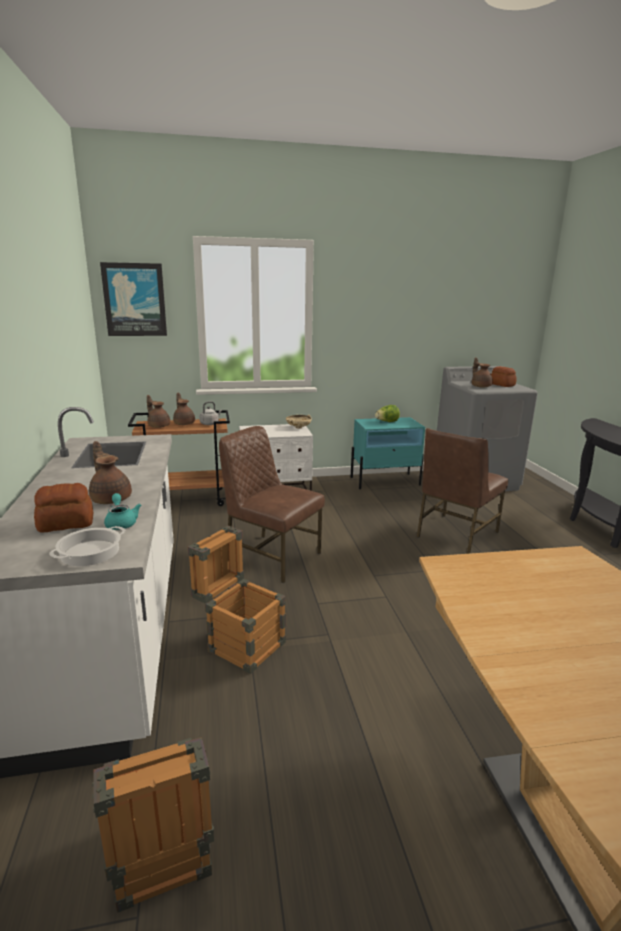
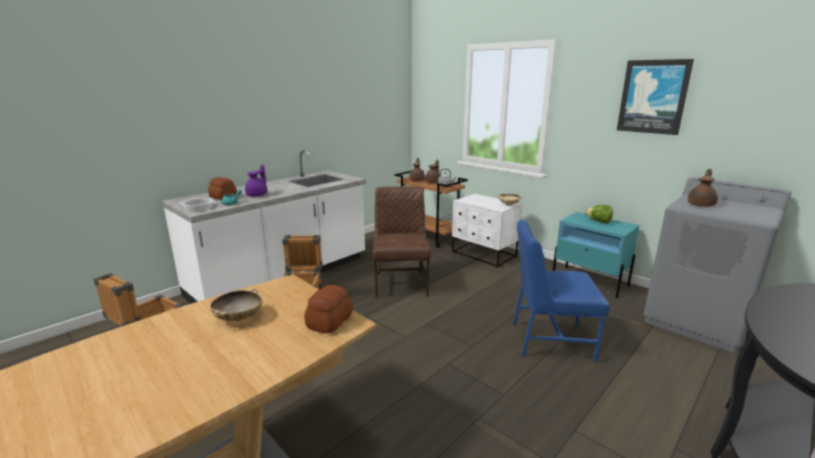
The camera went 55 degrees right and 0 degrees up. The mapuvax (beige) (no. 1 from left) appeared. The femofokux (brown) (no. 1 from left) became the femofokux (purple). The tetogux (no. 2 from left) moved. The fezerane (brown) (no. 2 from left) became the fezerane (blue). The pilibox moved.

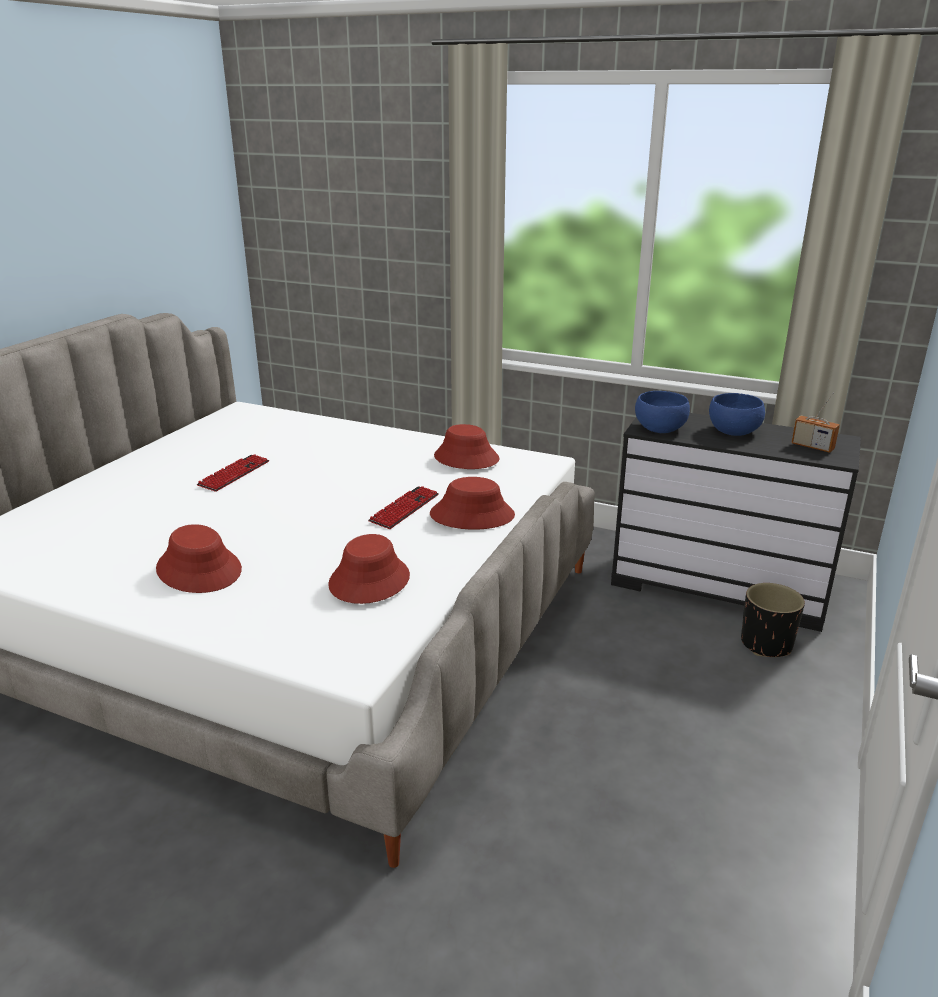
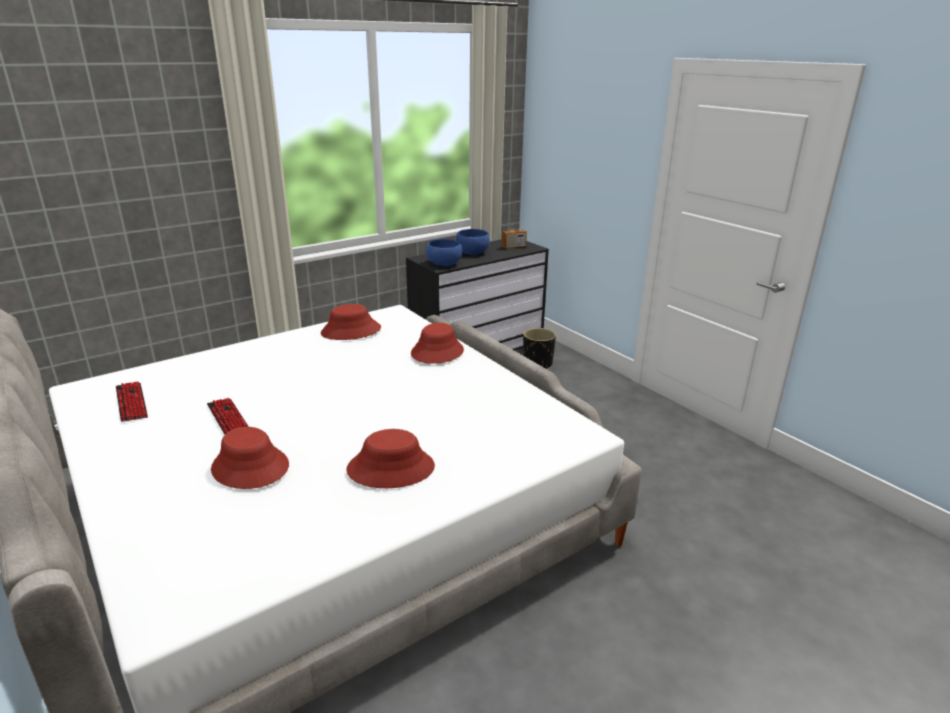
The camera went 60 degrees left and 0 degrees up. The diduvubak (no. 2 from left in the first image) moved. The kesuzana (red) (no. 2 from left in the first image) moved.

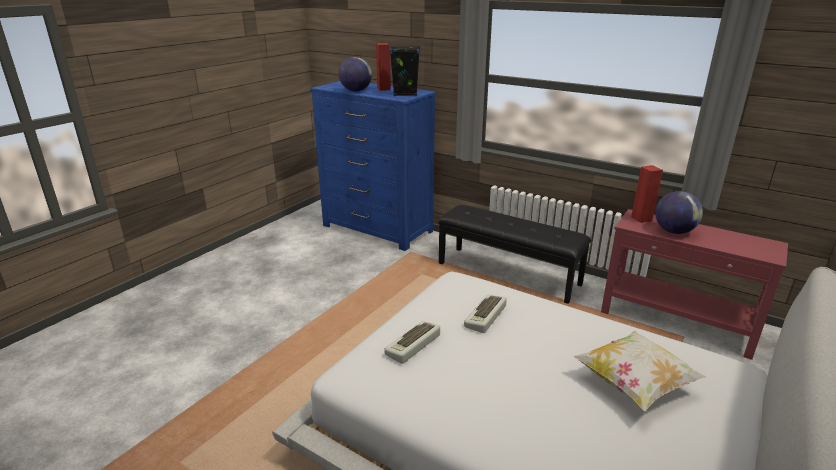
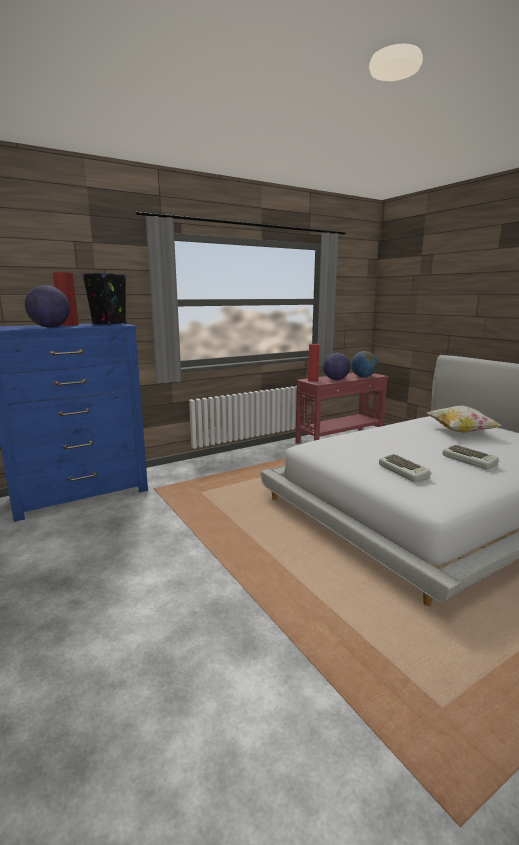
The camera went 65 degrees left and 10 degrees down. The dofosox (no. 3 from left) appeared. The diduvubak (no. 2 from left) moved. The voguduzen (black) disappeared.

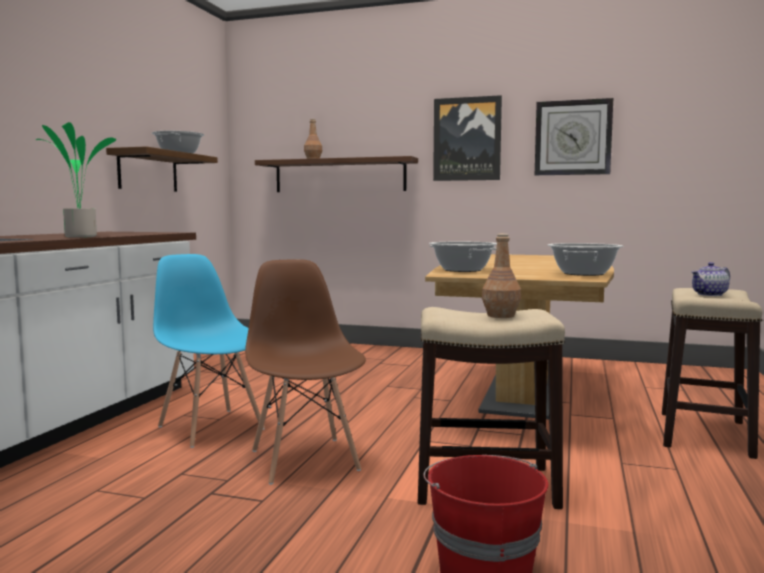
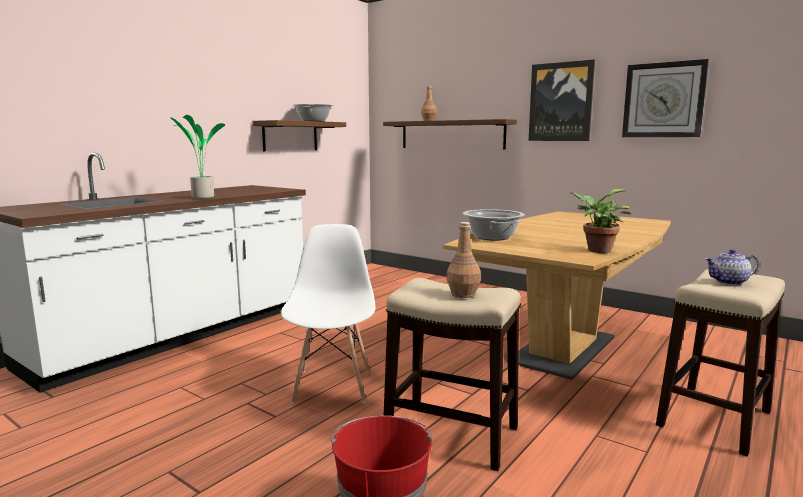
The camera went 20 degrees right and 5 degrees up. The fezerane (brown) became the fezerane (white). The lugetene (no. 3 from left) was replaced by the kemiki (no. 2 from left). The fezerane (blue) disappeared.

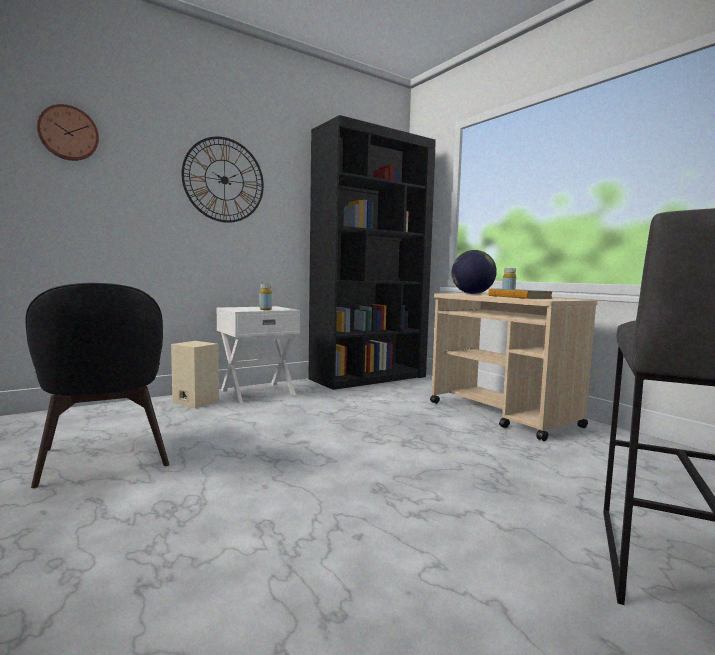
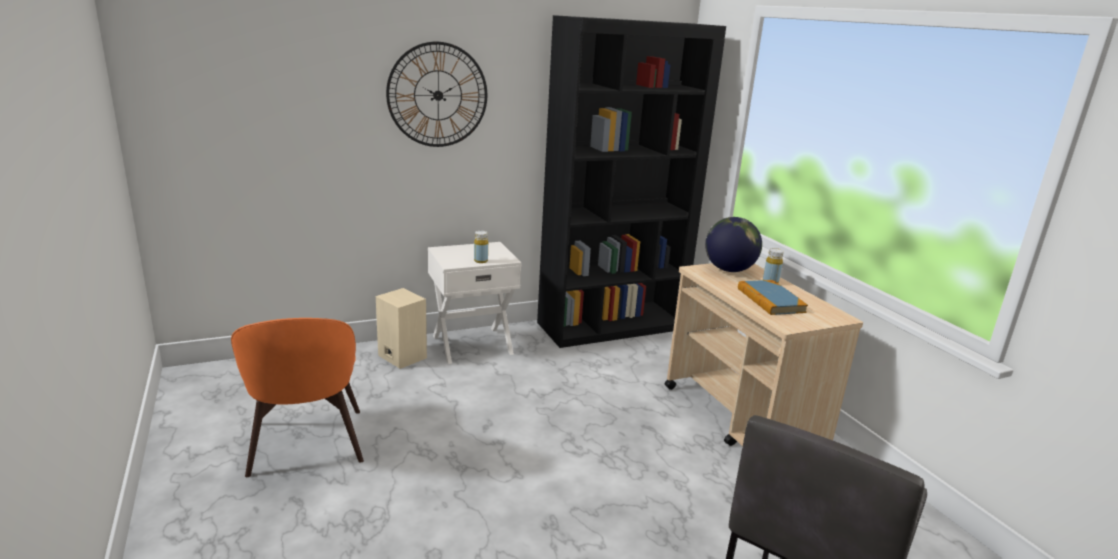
The camera went 10 degrees right and 15 degrees up. The fezerane (black) became the fezerane (orange). The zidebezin (no. 1 from left) disappeared.

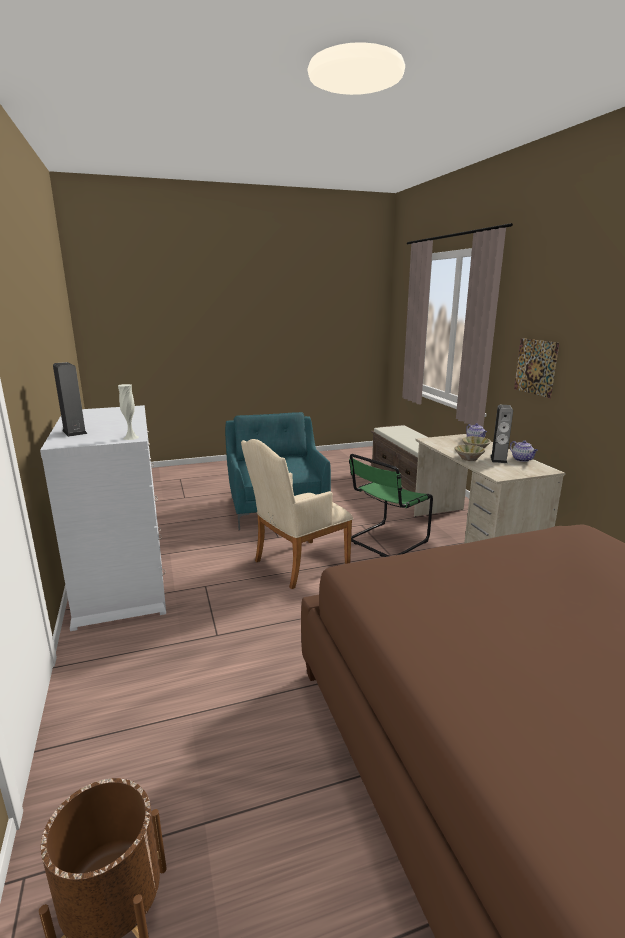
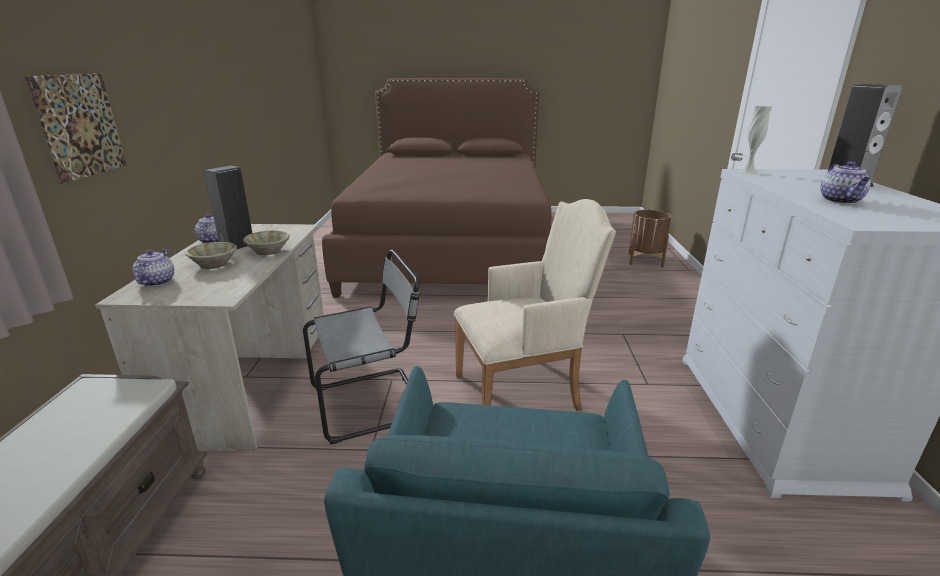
The camera went 160 degrees left and 5 degrees up. The fezerane (green) became the fezerane (grey). The femofokux (no. 3 from left) appeared.

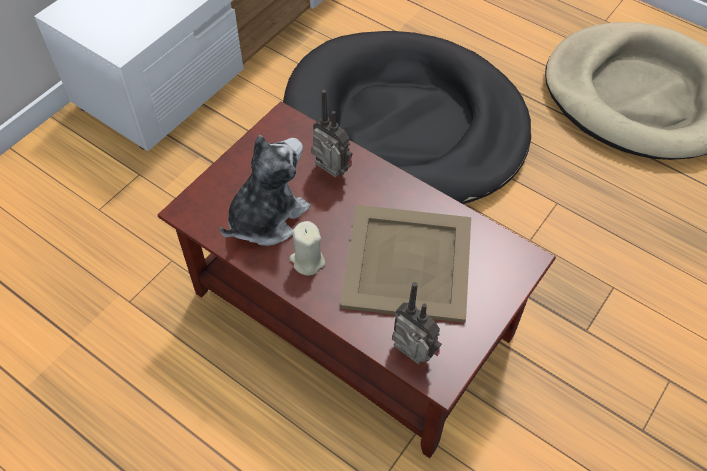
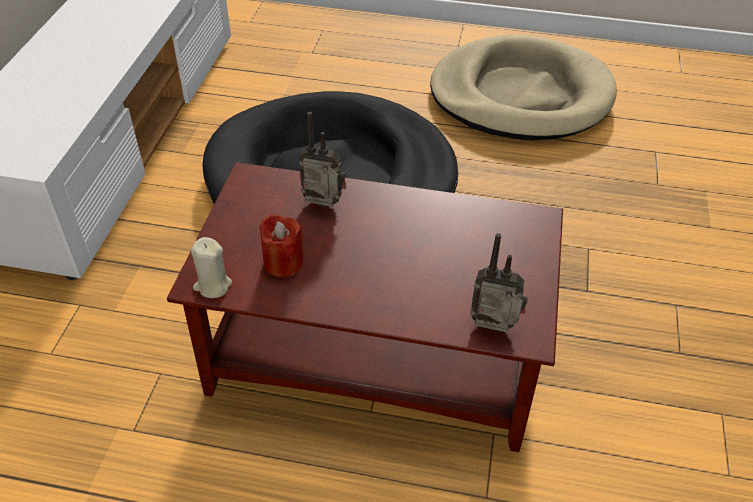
The camera went 25 degrees left and 10 degrees down. The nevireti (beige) moved. The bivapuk was replaced by the nevireti (red). The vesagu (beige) disappeared.

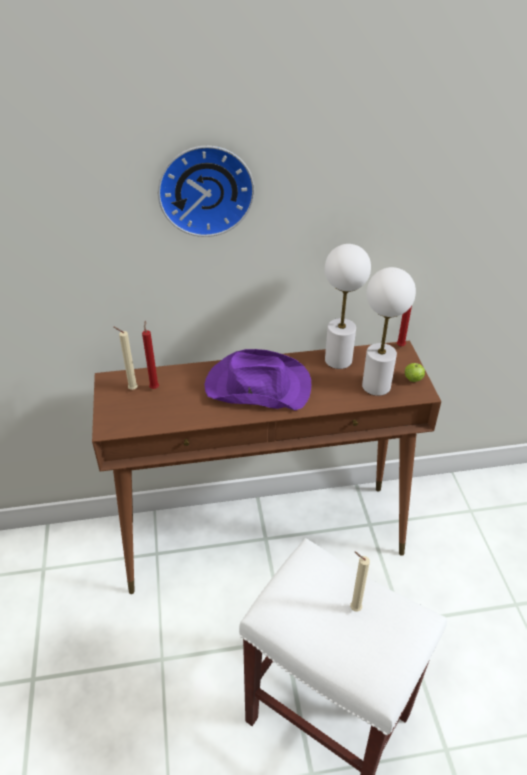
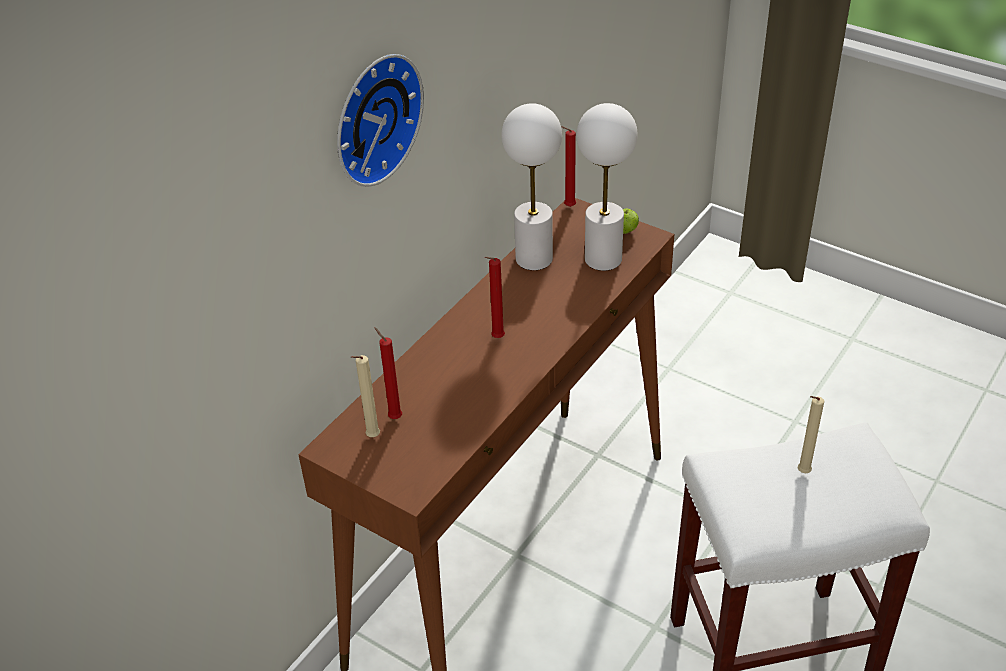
The camera went 45 degrees left and 0 degrees up. The kesuzana (purple) was replaced by the nevireti (red) (no. 2 from left).

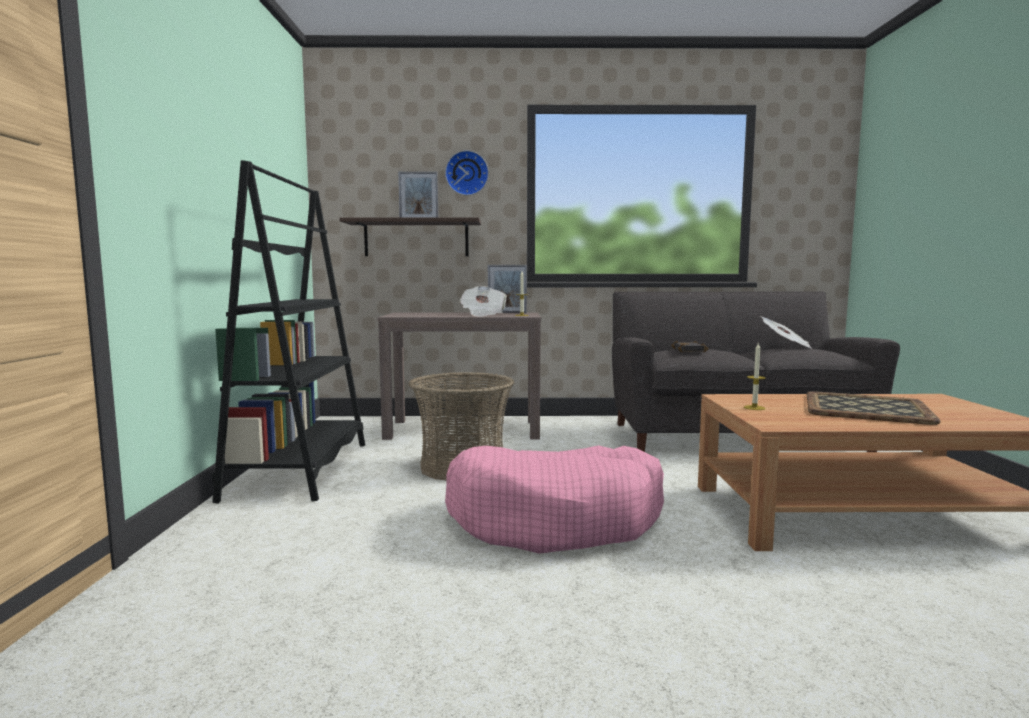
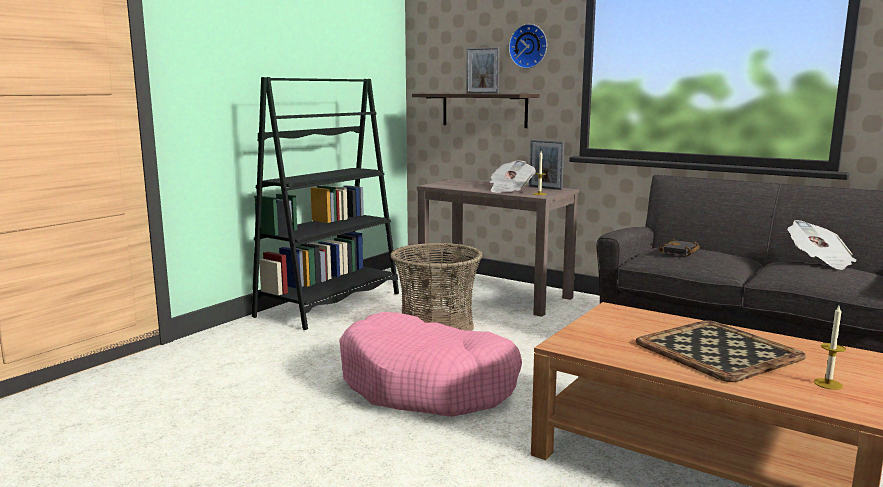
The camera went 35 degrees right and 5 degrees up. The nevireti (no. 2 from left) moved.

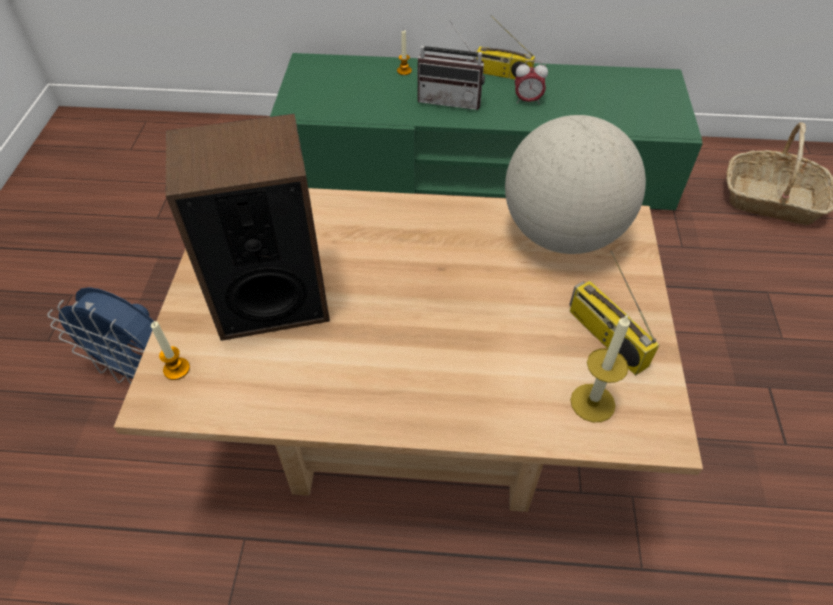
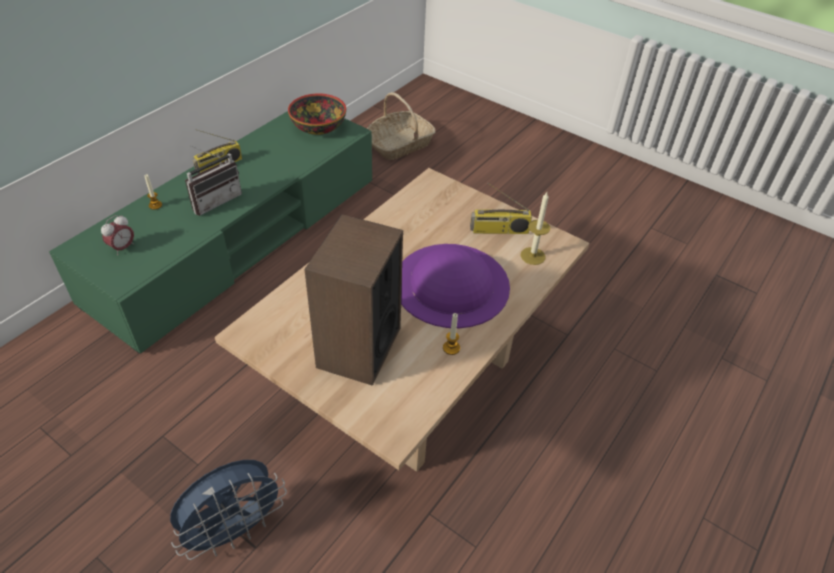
The camera went 60 degrees left and 5 degrees down. The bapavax moved. The mapuvax appeared. The kesuzana (purple) appeared. The nevireti (no. 1 from left in the first image) moved. The dofosox disappeared.

